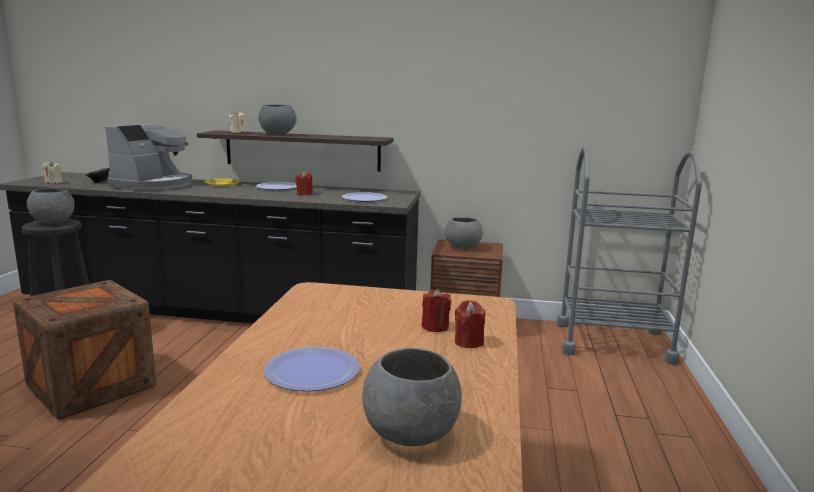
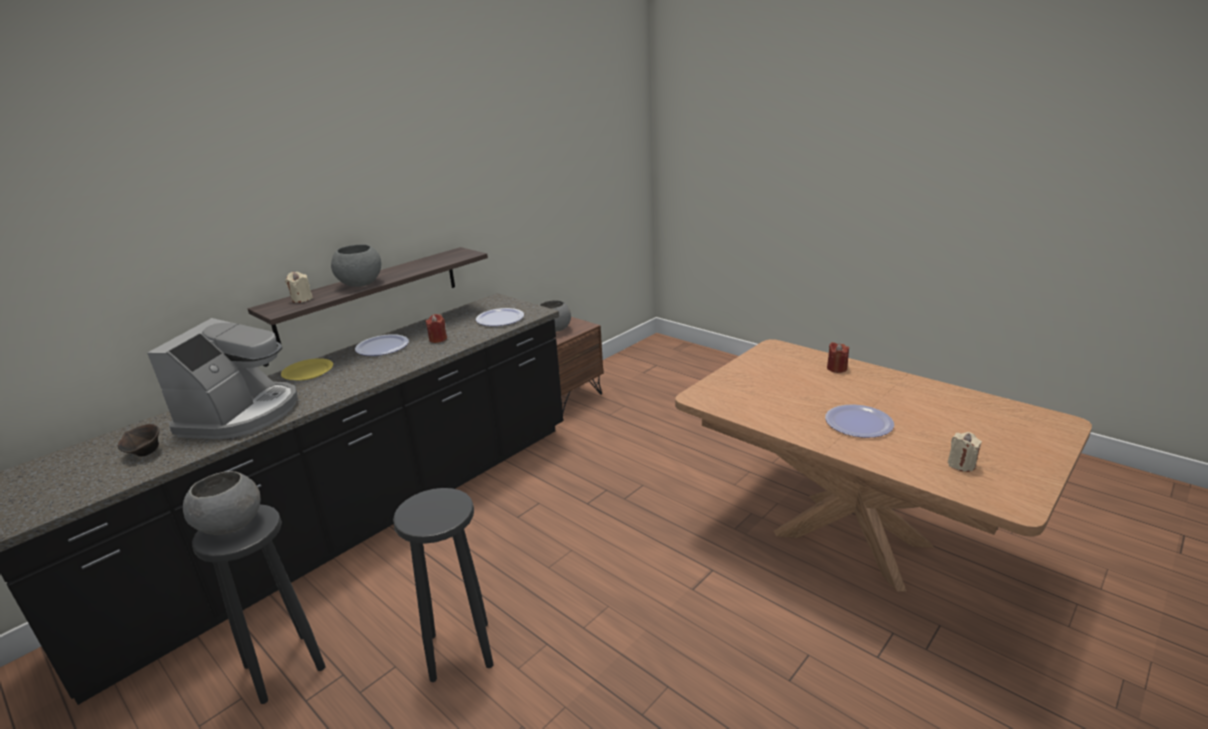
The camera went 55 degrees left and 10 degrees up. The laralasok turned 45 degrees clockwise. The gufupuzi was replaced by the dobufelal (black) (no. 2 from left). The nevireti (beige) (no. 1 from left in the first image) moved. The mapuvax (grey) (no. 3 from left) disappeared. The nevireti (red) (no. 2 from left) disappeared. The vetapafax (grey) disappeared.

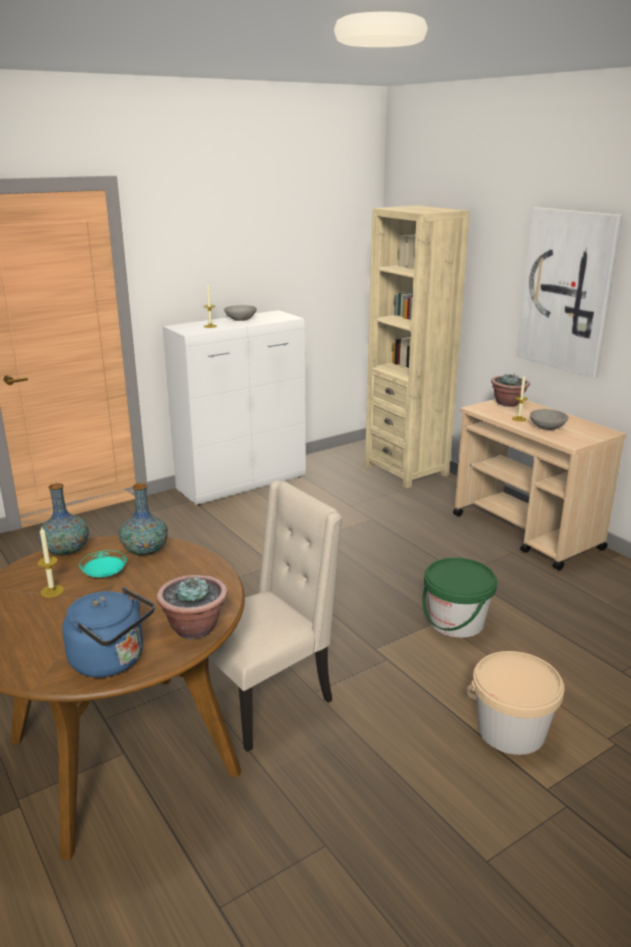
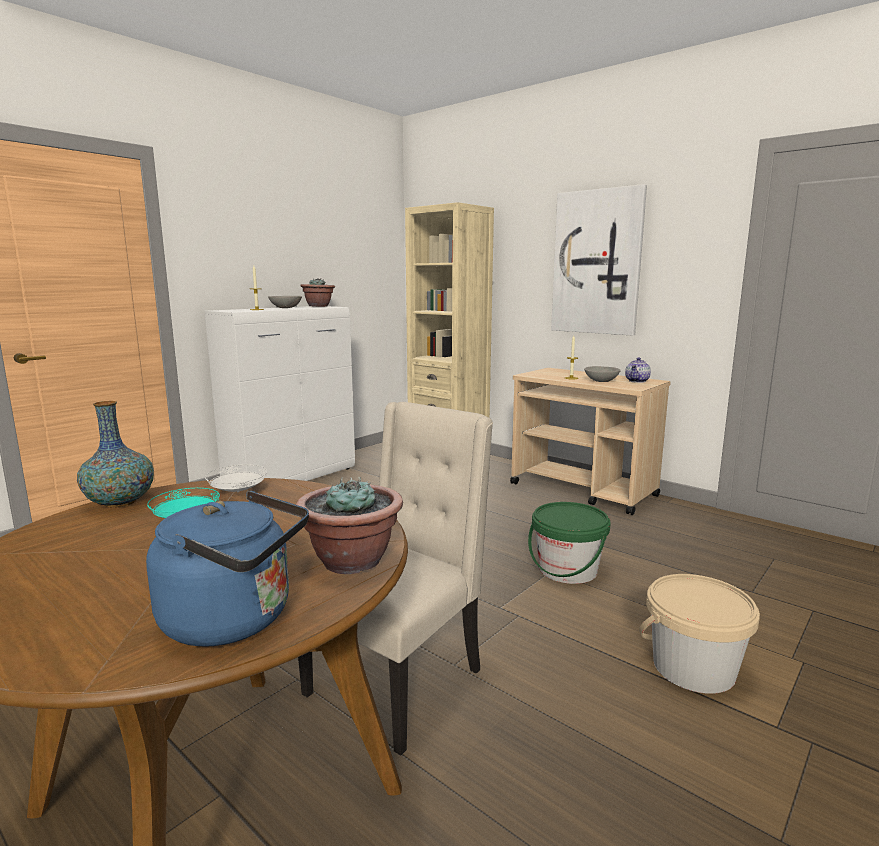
The camera went 15 degrees left and 10 degrees down. The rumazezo (no. 2 from left) was replaced by the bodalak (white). The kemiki (no. 2 from left in the first image) moved. The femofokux appeared. The nevireti (no. 1 from left) disappeared.

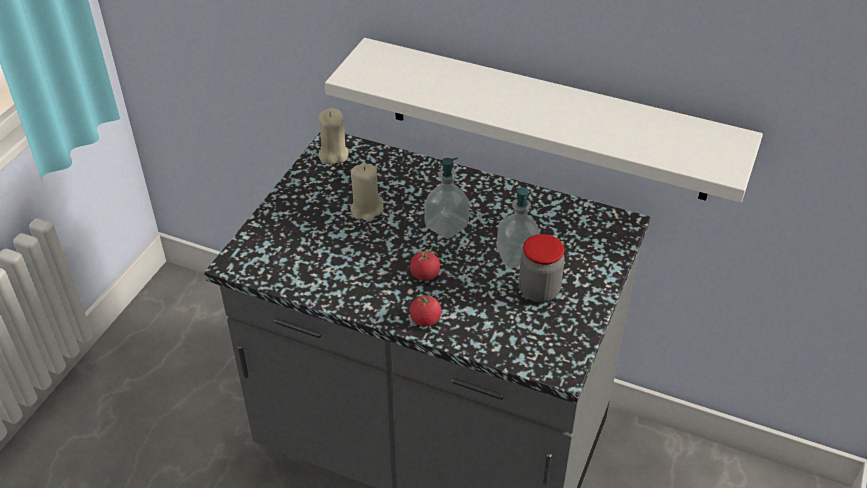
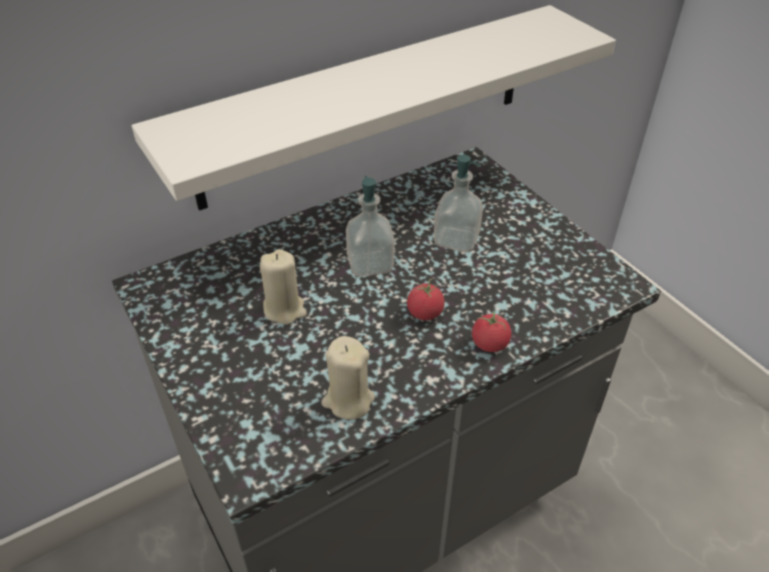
The camera went 55 degrees left and 0 degrees up. The nevireti (beige) (no. 1 from left in the first image) moved. The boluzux disappeared.

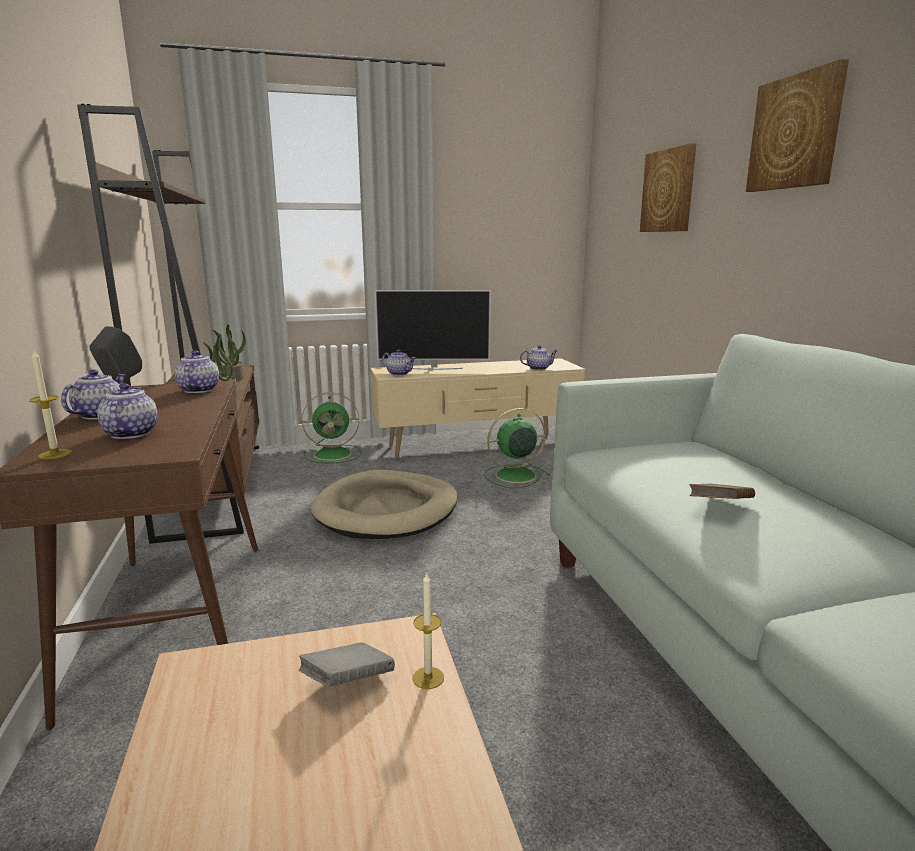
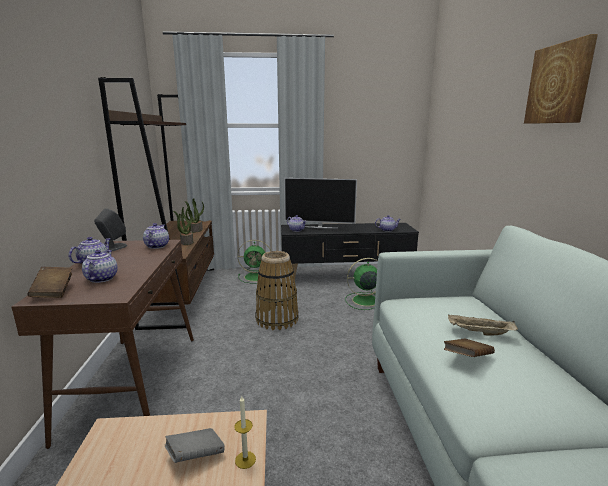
The camera went 10 degrees right and 0 degrees up. The nevireti (no. 1 from left) was replaced by the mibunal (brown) (no. 1 from left). The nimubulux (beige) was replaced by the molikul. The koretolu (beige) became the koretolu (black). The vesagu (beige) appeared. The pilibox (no. 1 from left) disappeared.

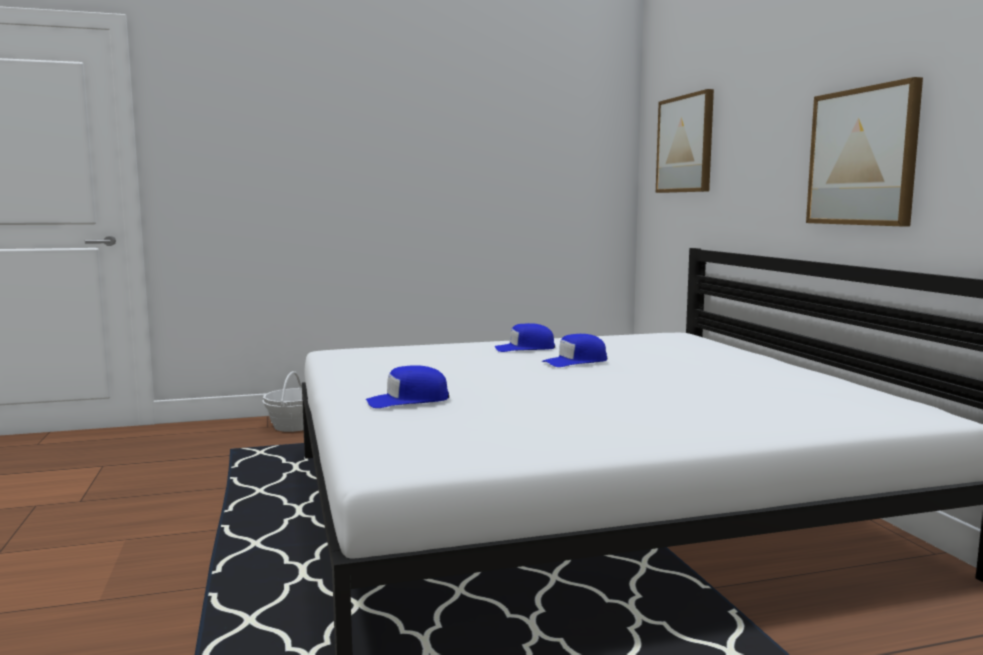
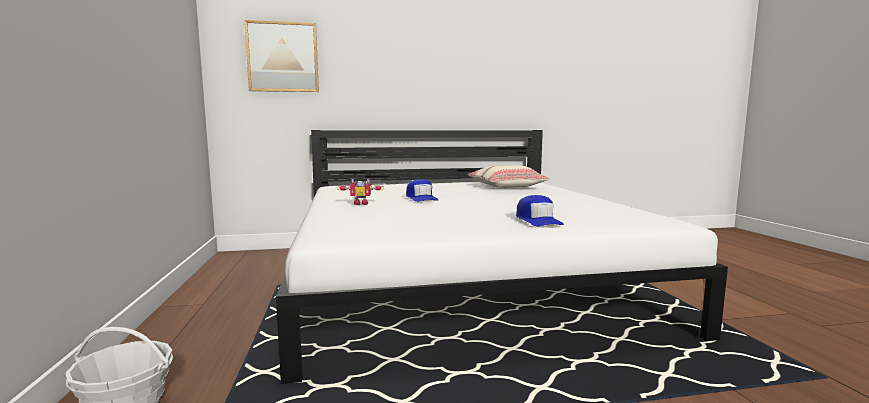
The camera went 85 degrees left and 0 degrees up. The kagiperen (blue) (no. 2 from left) was replaced by the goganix. The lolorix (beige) appeared. The pilibox (no. 2 from left) disappeared.

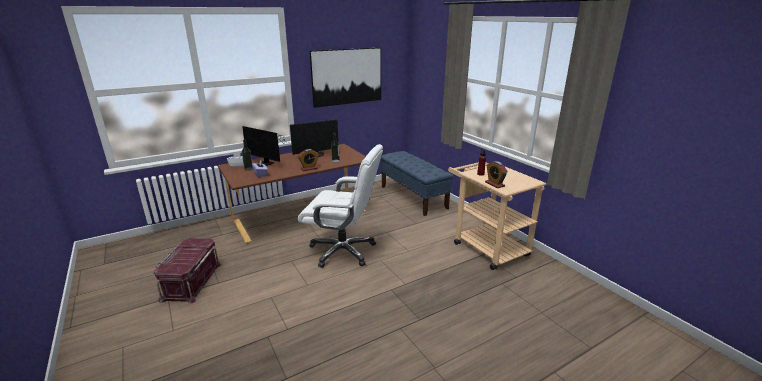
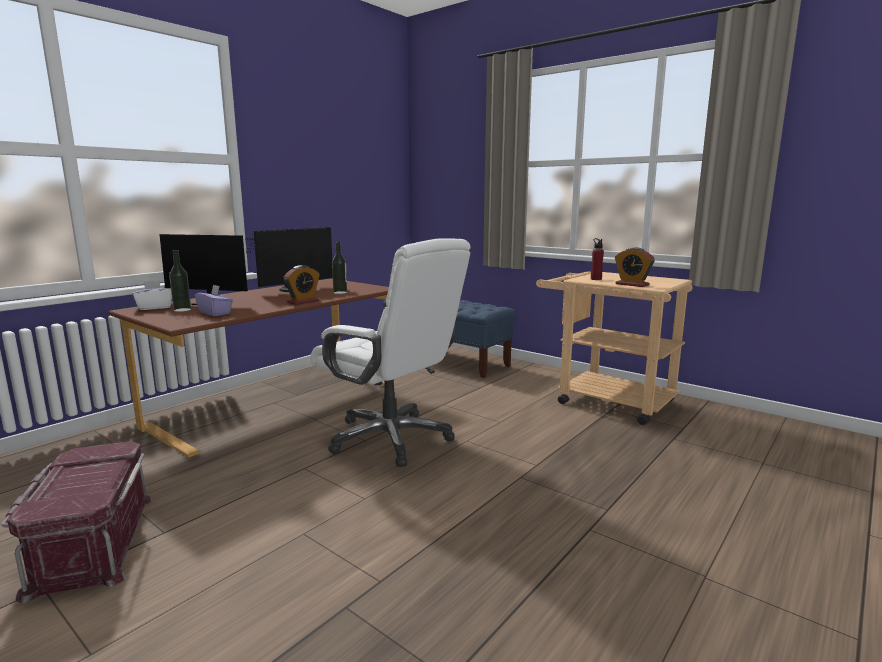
The camera went 20 degrees left and 10 degrees down. The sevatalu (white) turned 45 degrees clockwise. The pilibox disappeared.

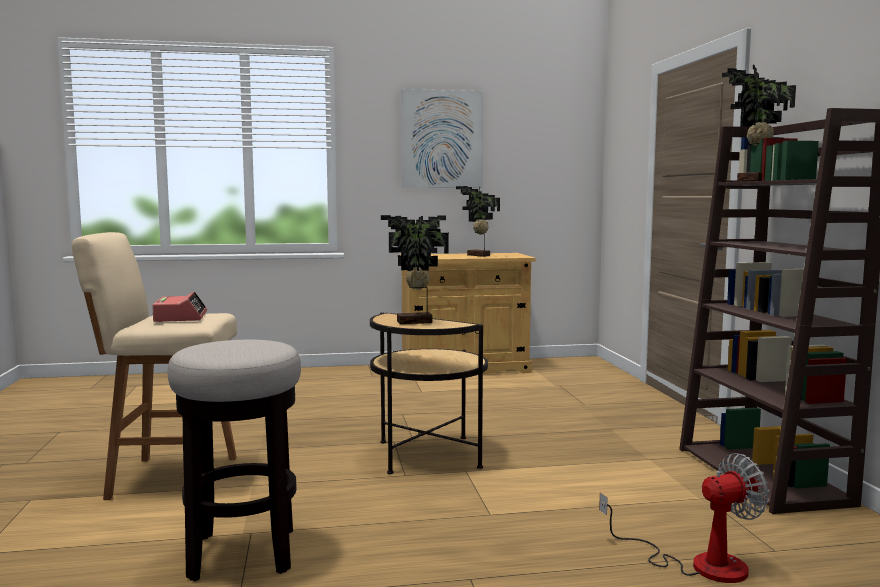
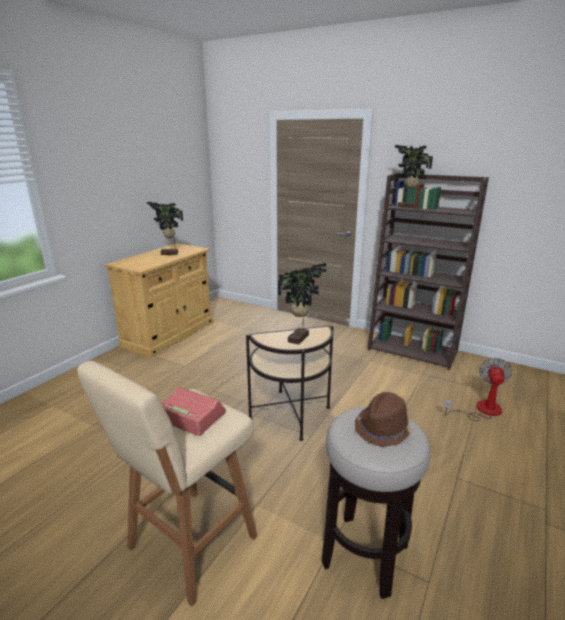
The camera went 50 degrees left and 15 degrees up. The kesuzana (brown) appeared. The pilibox disappeared.

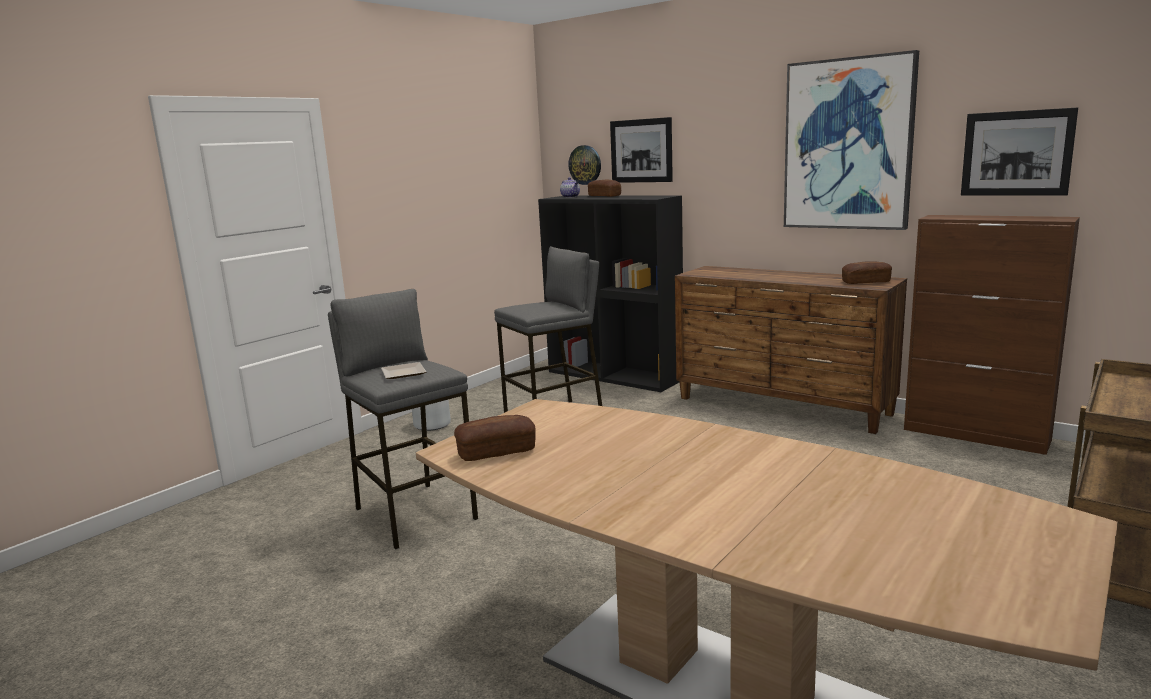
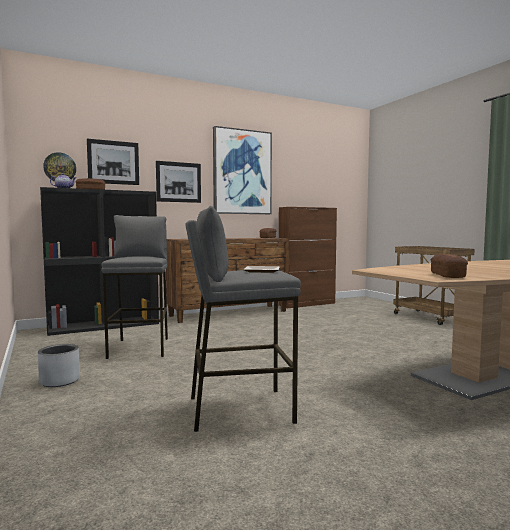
The camera went 65 degrees left and 10 degrees down. The pilibox (no. 3 from left in the first image) moved.

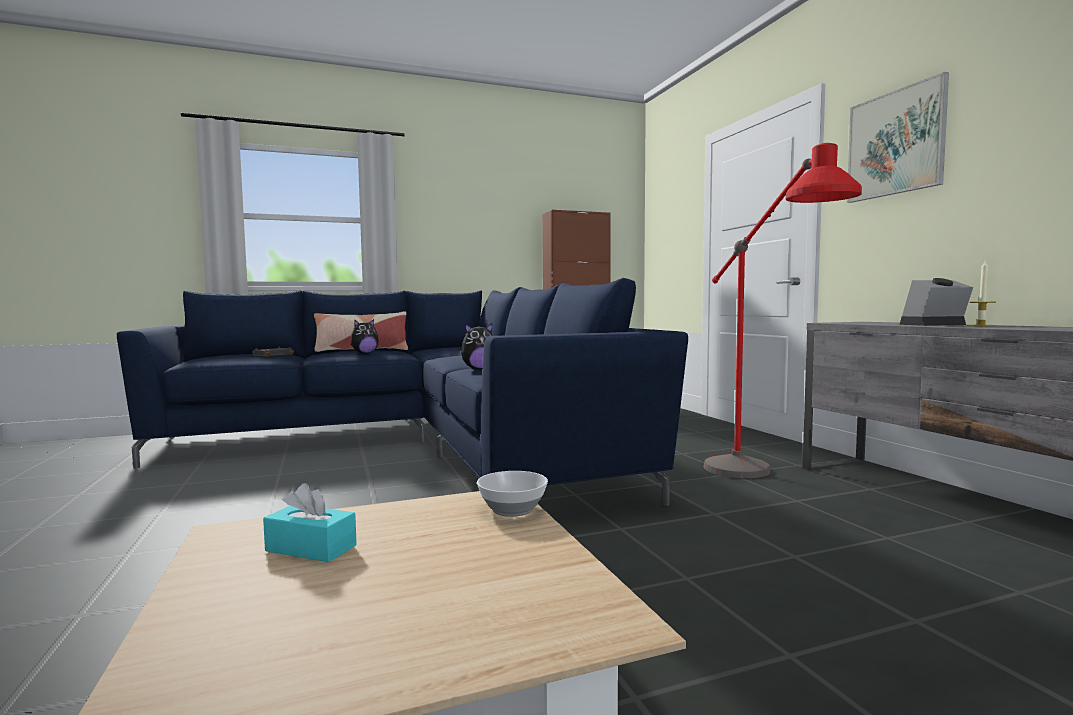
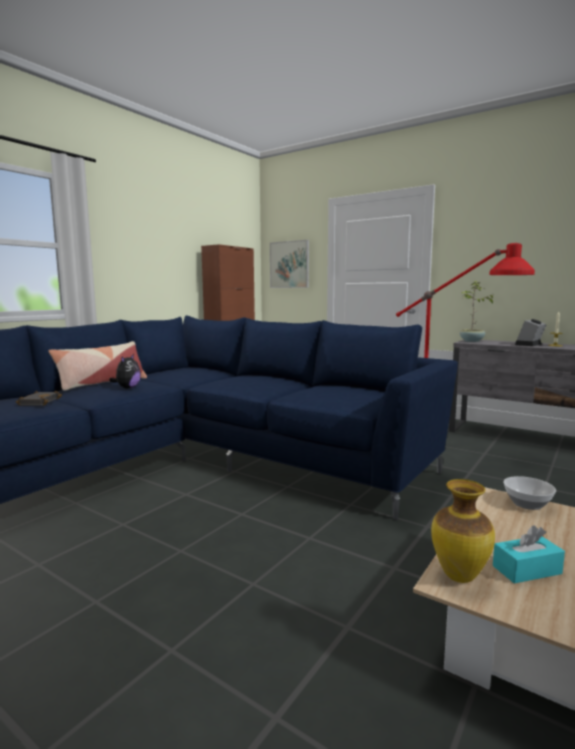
The camera went 35 degrees left and 5 degrees up. The pilibox moved. The rumazezo appeared. The kemiki appeared. The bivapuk (no. 2 from left) disappeared.

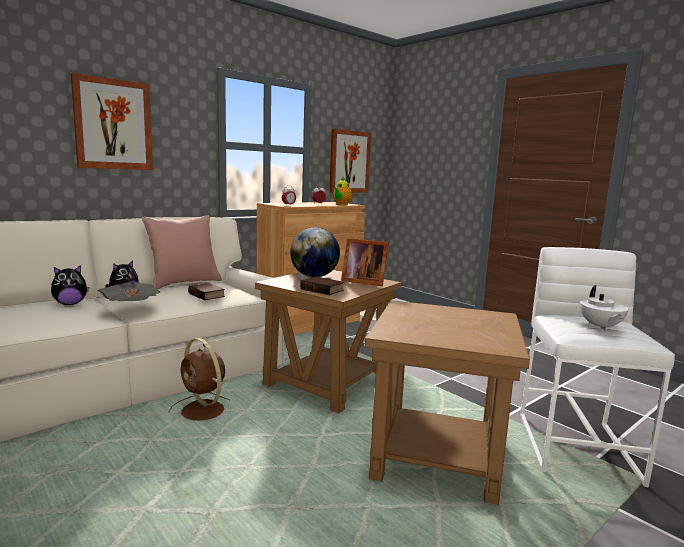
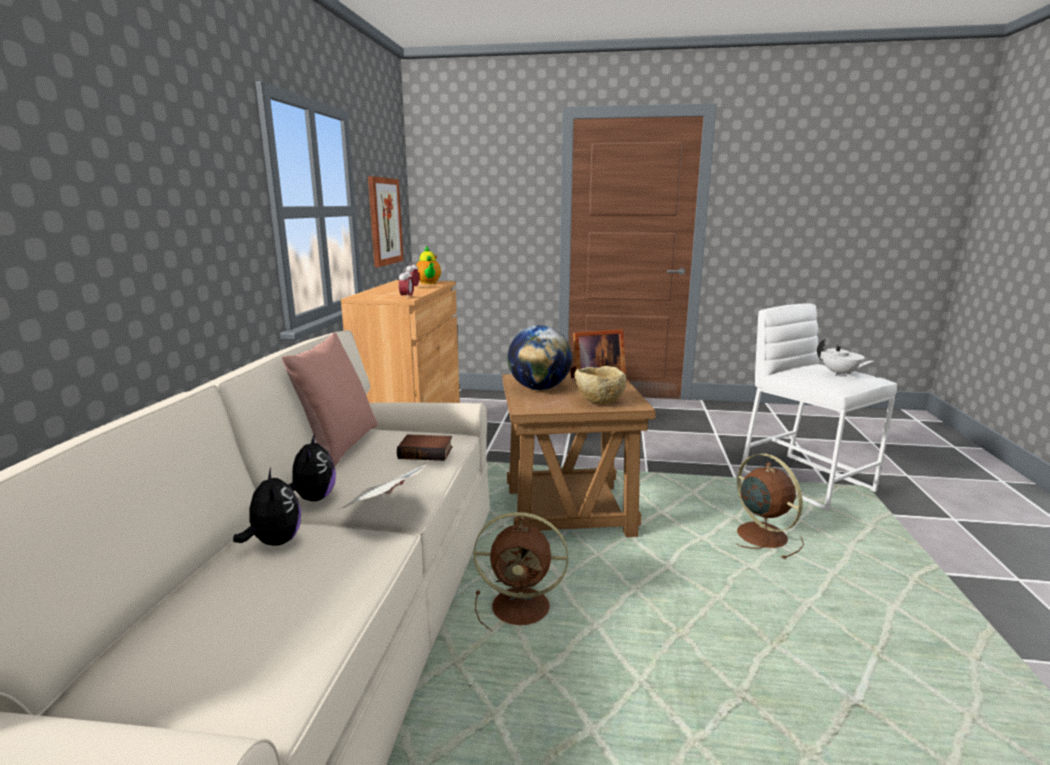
The camera went 40 degrees left and 5 degrees up. The bivapuk (no. 1 from left) turned 45 degrees counterclockwise. The mibunal (no. 2 from left) was replaced by the mapuvax (beige). The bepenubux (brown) (no. 2 from left) was replaced by the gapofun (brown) (no. 2 from left). The pilibox (no. 1 from left) disappeared.

